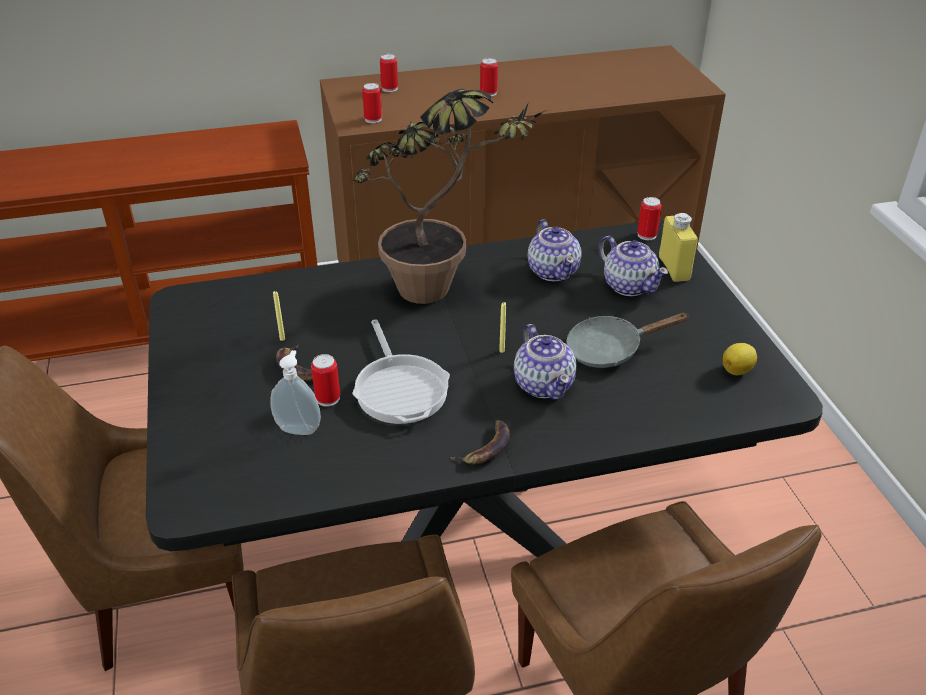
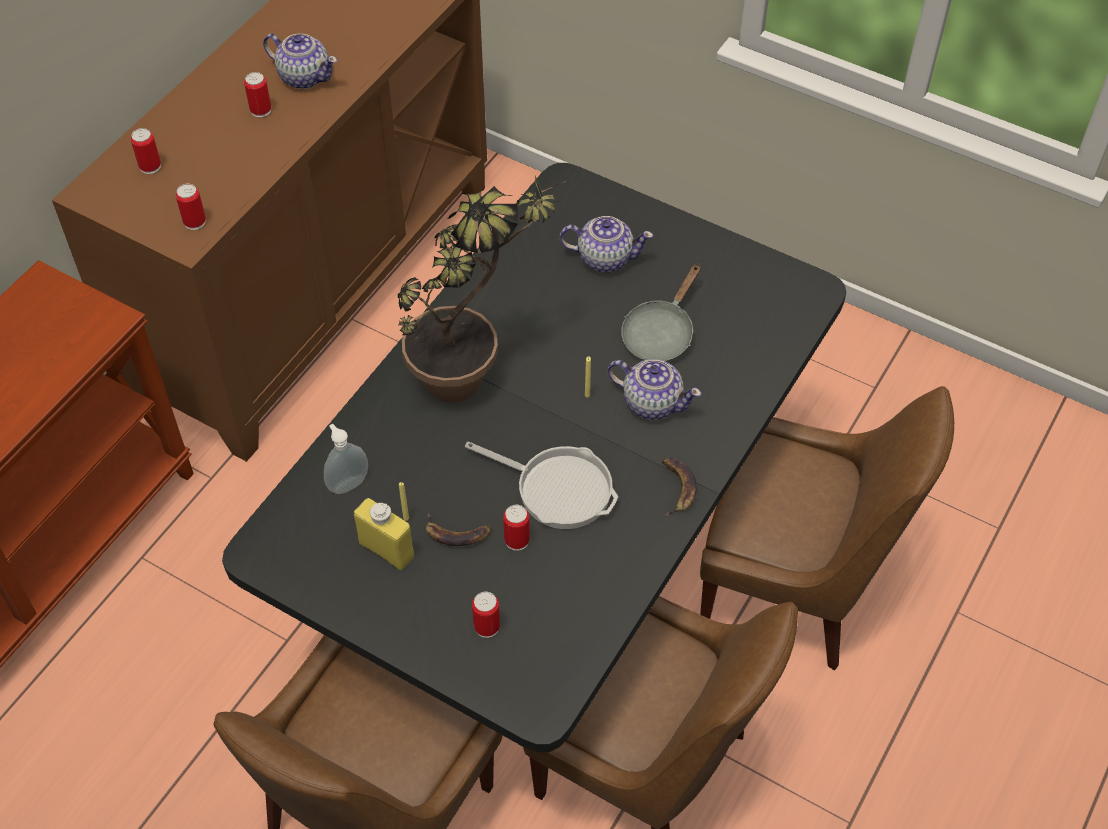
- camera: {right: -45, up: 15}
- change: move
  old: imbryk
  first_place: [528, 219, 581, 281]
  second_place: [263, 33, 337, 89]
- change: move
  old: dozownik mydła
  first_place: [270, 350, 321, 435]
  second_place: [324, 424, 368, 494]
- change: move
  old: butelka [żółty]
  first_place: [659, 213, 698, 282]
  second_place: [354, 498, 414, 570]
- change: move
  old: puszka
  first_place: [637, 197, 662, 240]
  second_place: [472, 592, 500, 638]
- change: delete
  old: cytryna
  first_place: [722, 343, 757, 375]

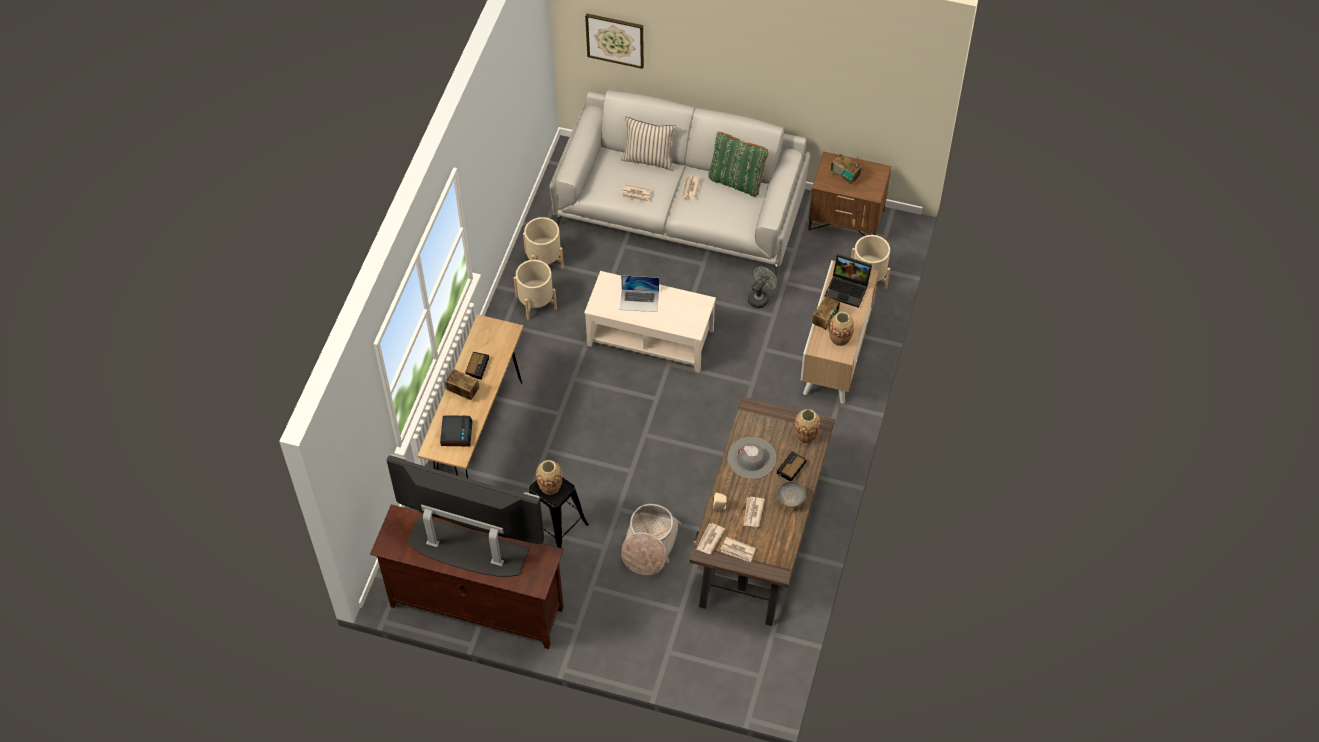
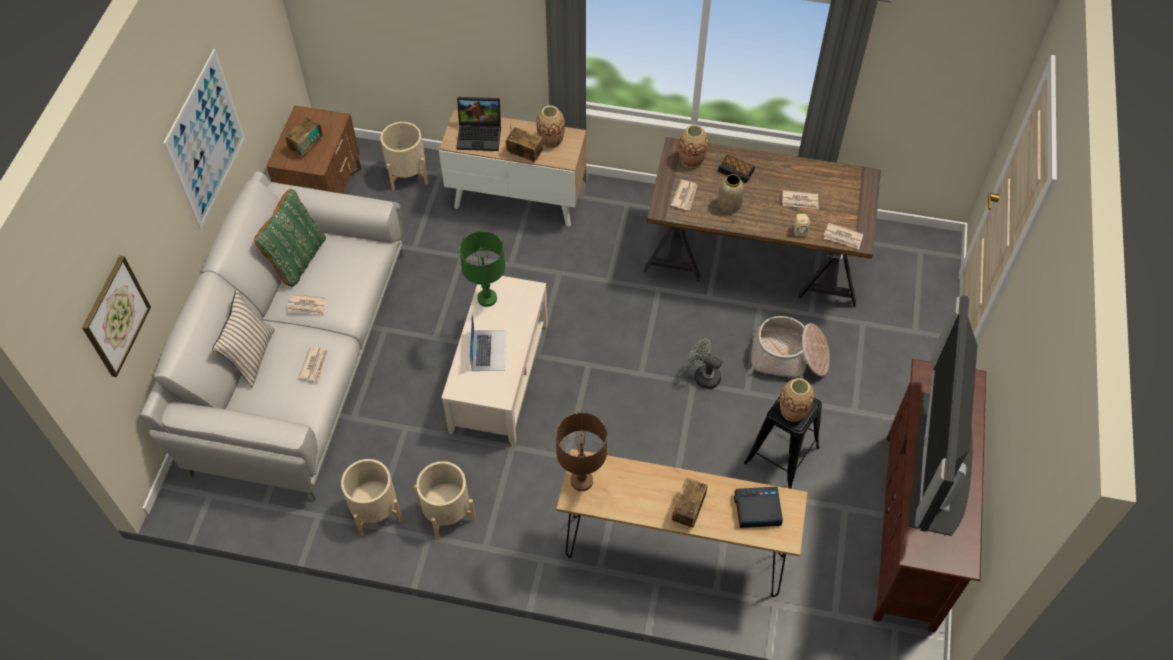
- camera: {right: -95, up: 0}
- change: insert
  new: obraz
  second_place: [163, 49, 245, 229]
- change: rotate
  old: laptop
  first_place: [824, 254, 872, 308]
  second_place: [456, 97, 501, 151]
  degrees: 75
- change: insert
  new: lampa stołowa [zielony]
  second_place: [459, 231, 505, 307]
- change: insert
  new: lampa stołowa [brązowy]
  second_place: [556, 412, 607, 491]
- change: move
  old: gazeta
  first_place: [721, 537, 756, 562]
  second_place: [671, 180, 698, 210]
- change: move
  old: wentylator [szary]
  first_place: [748, 267, 777, 308]
  second_place: [688, 338, 722, 389]
- change: replace
  old: kapelusz [szary]
  new: wazon
  first_place: [728, 437, 776, 479]
  second_place: [718, 174, 744, 213]
- change: delete
  old: budzik
  first_place: [465, 352, 489, 380]
- change: delete
  old: miska [szary]
  first_place: [777, 481, 806, 508]

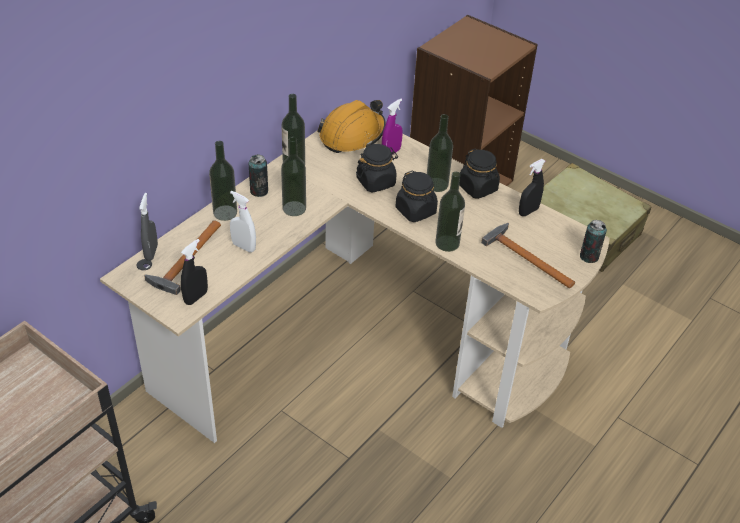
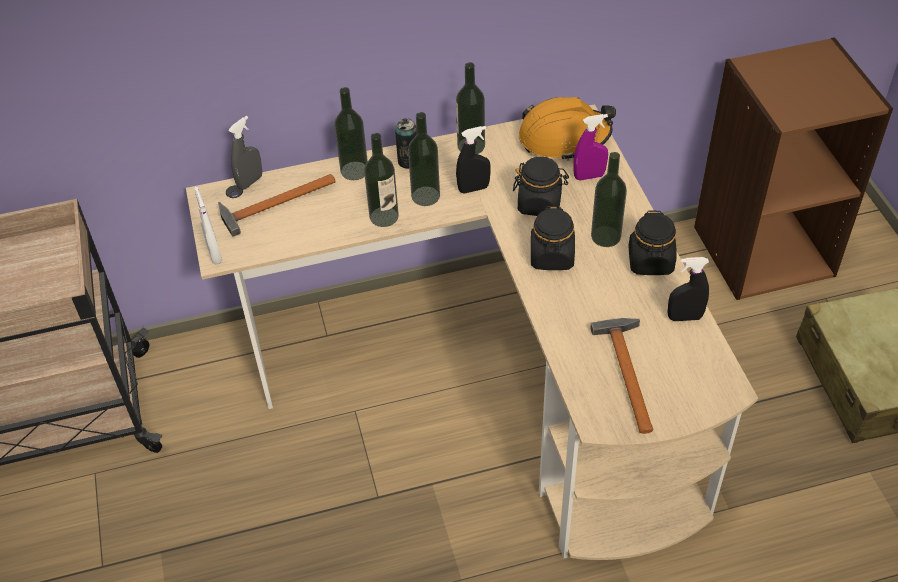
- camera: {right: 40, up: 5}
- change: move
  old: spryskiwacz [biały]
  first_place: [230, 191, 256, 253]
  second_place: [194, 187, 222, 264]
- change: move
  old: butelka
  first_place: [435, 172, 465, 252]
  second_place: [364, 133, 399, 227]
- change: move
  old: spryskiwacz [czarny]
  first_place: [181, 239, 208, 305]
  second_place: [456, 126, 491, 193]
- change: delete
  old: puszka
  first_place: [580, 220, 607, 263]

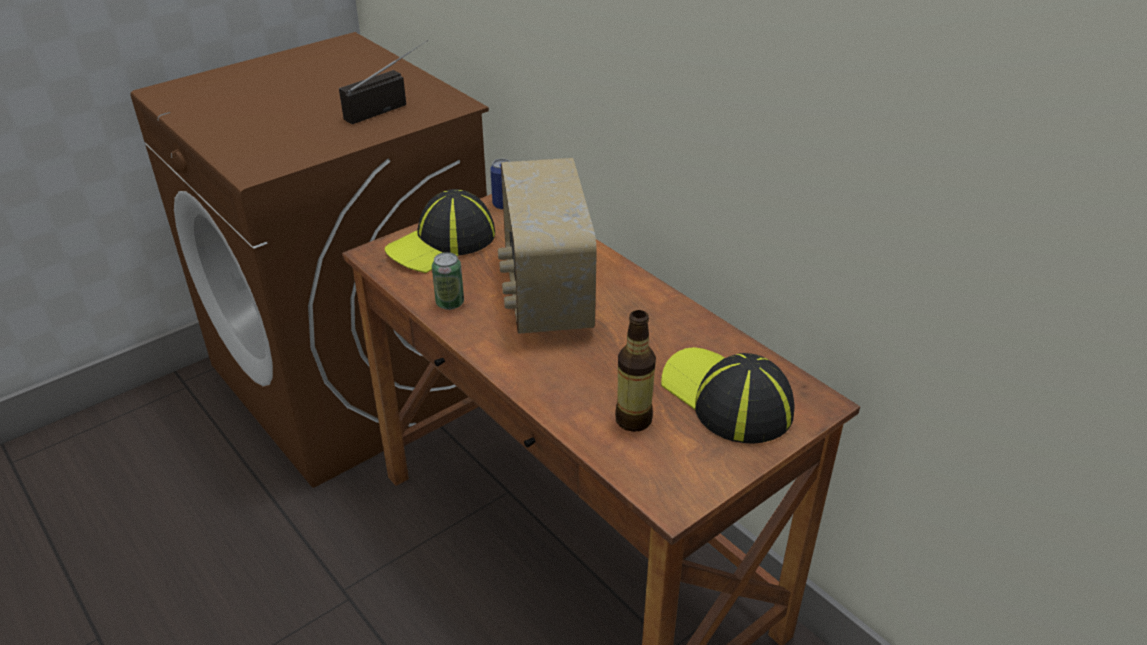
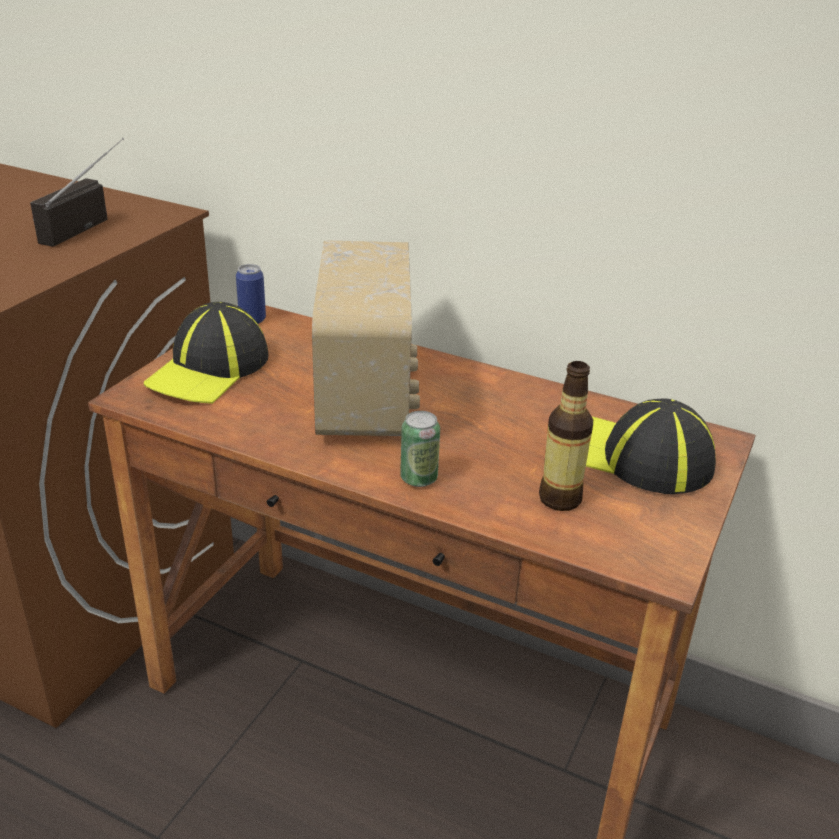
- camera: {right: -25, up: -5}
- change: rotate
  old: radio
  first_place: [498, 158, 597, 334]
  second_place: [312, 240, 420, 436]
  degrees: -150
- change: move
  old: puszka
  first_place: [432, 252, 464, 310]
  second_place: [400, 411, 440, 487]

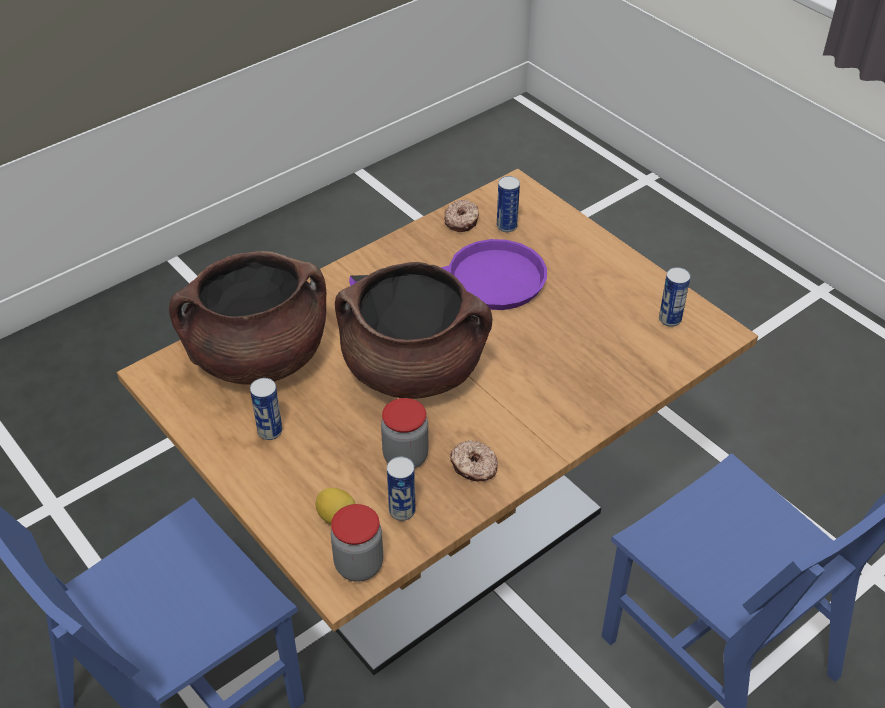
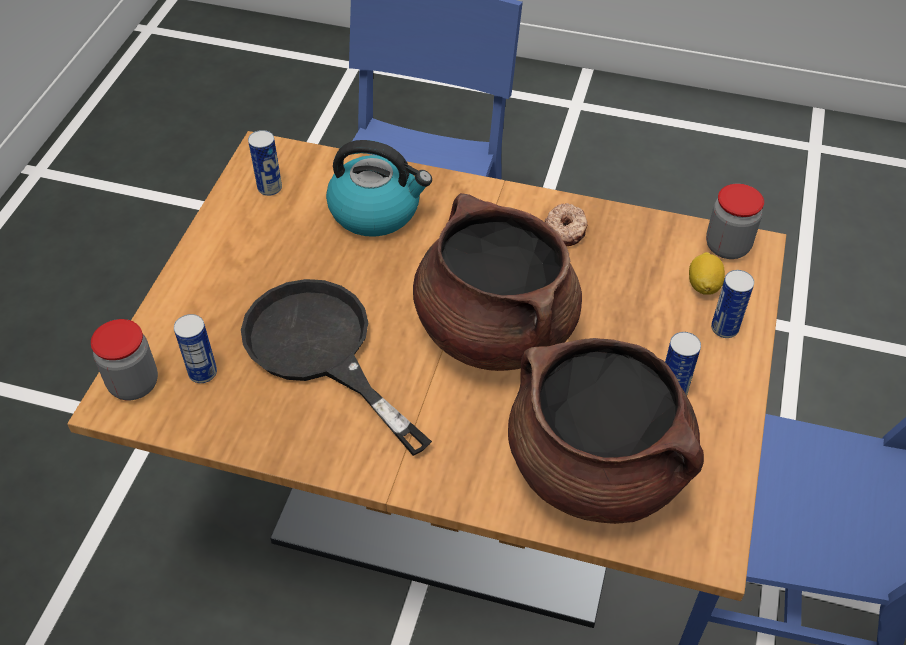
- camera: {right: -125, up: 5}
- change: move
  old: słoik
  first_place: [381, 398, 428, 469]
  second_place: [91, 319, 158, 400]
- change: recolor
  old: patelnia [fioletowy]
  new: patelnia [czarny]
  first_place: [349, 239, 547, 310]
  second_place: [241, 279, 432, 456]
- change: insert
  new: czajnik
  second_place: [326, 140, 432, 237]
- change: move
  old: puszka
  first_place: [387, 457, 416, 521]
  second_place: [711, 270, 754, 338]
- change: delete
  old: donut
  first_place: [444, 200, 479, 232]

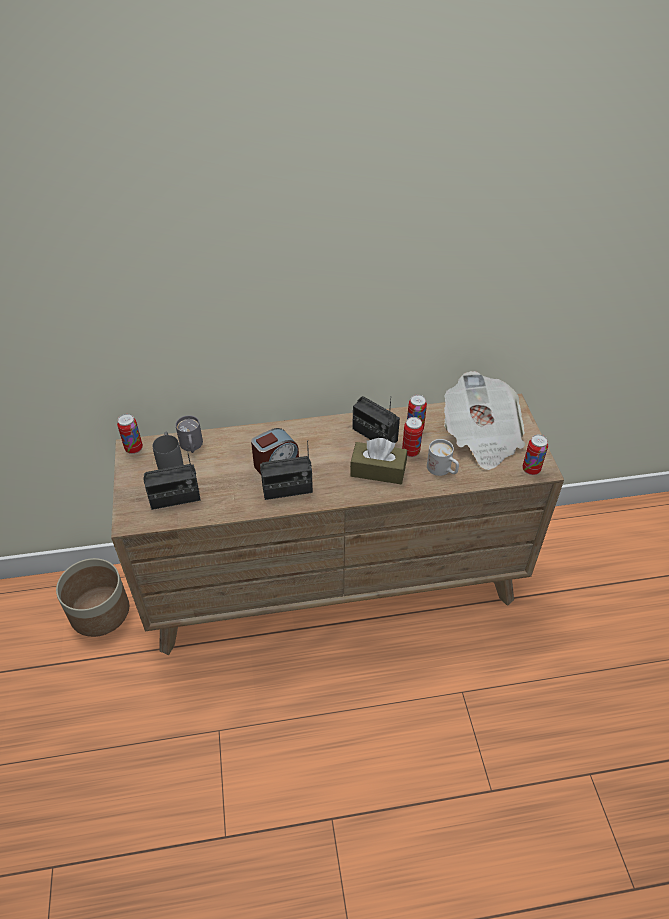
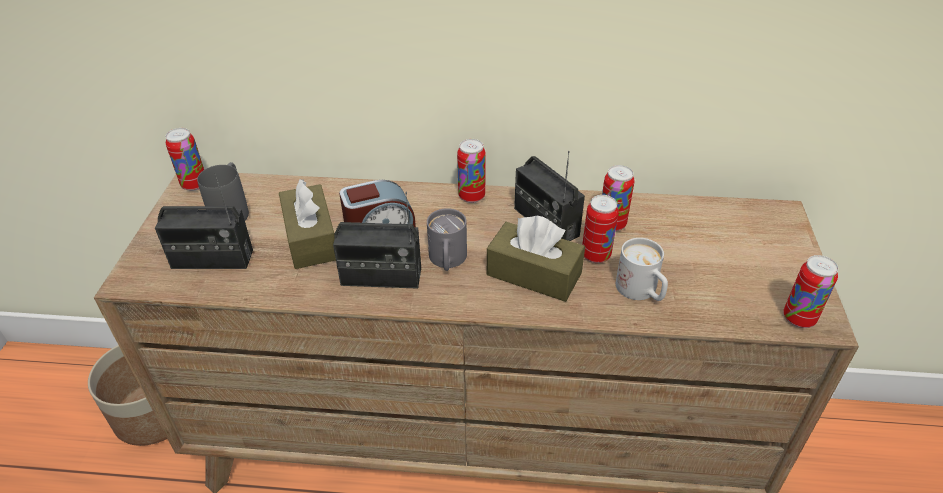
- camera: {right: 15, up: -5}
- change: insert
  new: pudełko chusteczek [brązowy]
  second_place: [279, 179, 336, 269]
- change: move
  old: kubek [szary]
  first_place: [175, 415, 203, 453]
  second_place: [427, 208, 467, 271]
- change: insert
  new: puszka
  second_place: [457, 139, 486, 203]
- change: delete
  old: gazeta
  first_place: [444, 371, 525, 470]

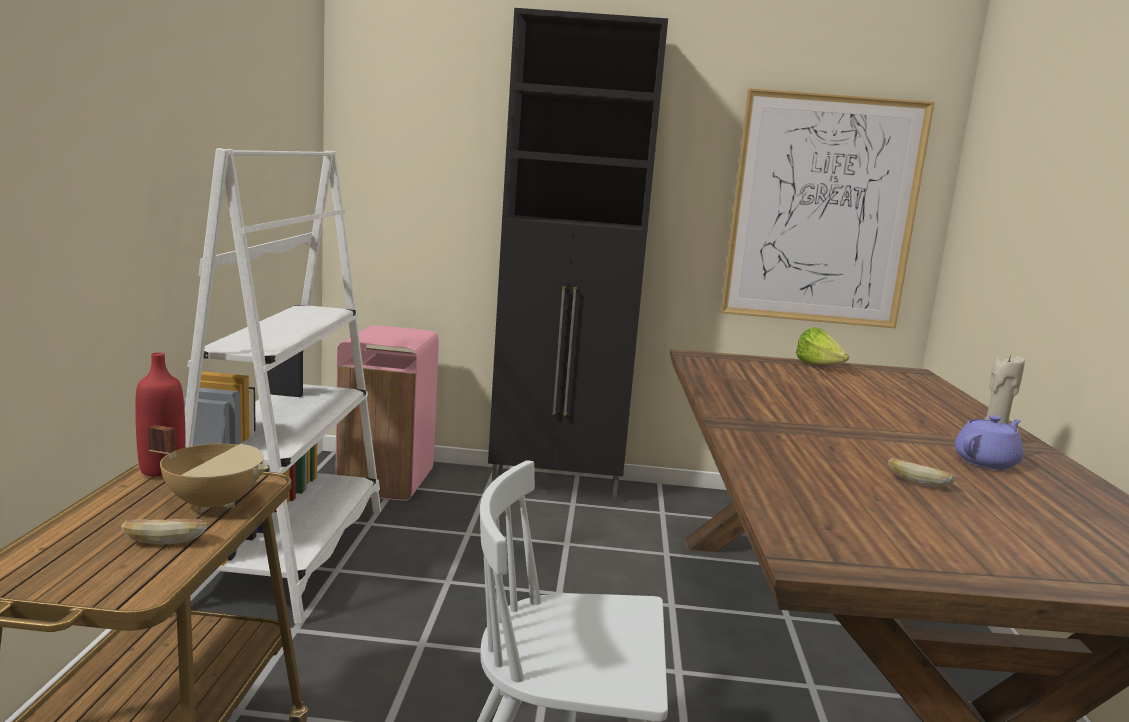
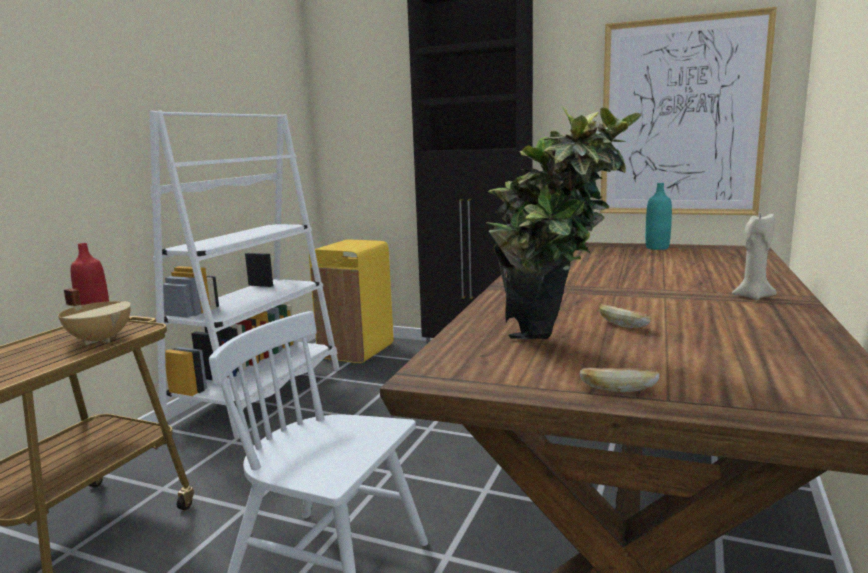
- camera: {right: 20, up: 0}
- change: recolor
  old: kosz na śmieci [różowy]
  new: kosz na śmieci [żółty]
  first_place: [335, 325, 439, 501]
  second_place: [309, 239, 393, 363]
- change: insert
  new: roślina doniczkowa
  second_place: [487, 107, 642, 339]
- change: move
  old: chleb
  first_place: [121, 519, 207, 544]
  second_place: [579, 368, 660, 392]
- change: replace
  old: sałata
  new: butelka [turkusowy]
  first_place: [796, 328, 849, 365]
  second_place: [645, 183, 672, 250]
- change: delete
  old: imbryk [fioletowy]
  first_place: [955, 415, 1023, 470]

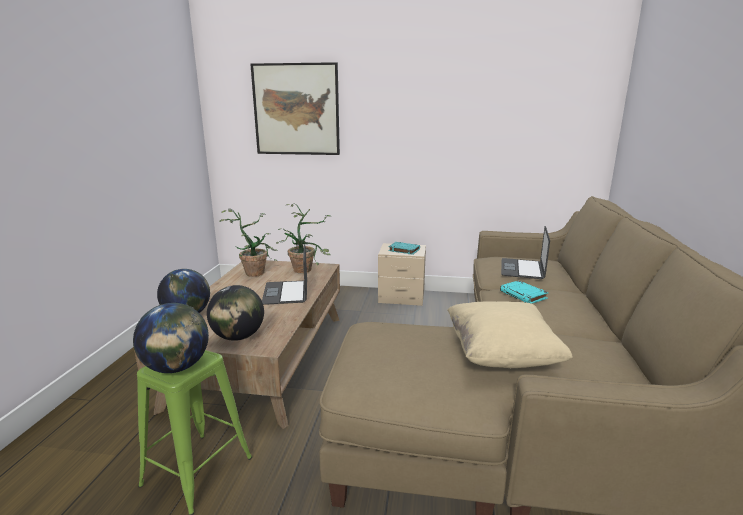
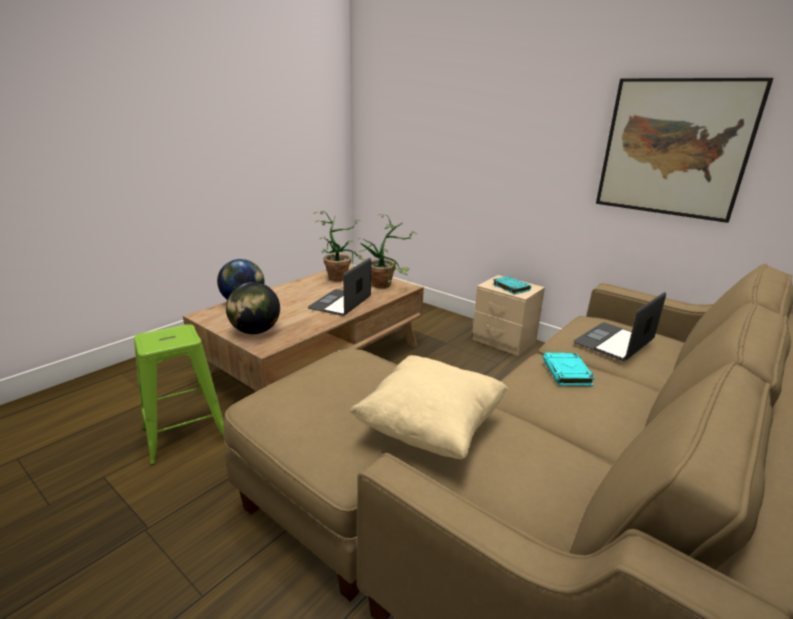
- camera: {right: 30, up: 5}
- change: move
  old: obraz
  first_place: [250, 62, 340, 155]
  second_place: [596, 78, 773, 223]
- change: delete
  old: globus
  first_place: [133, 303, 209, 373]

